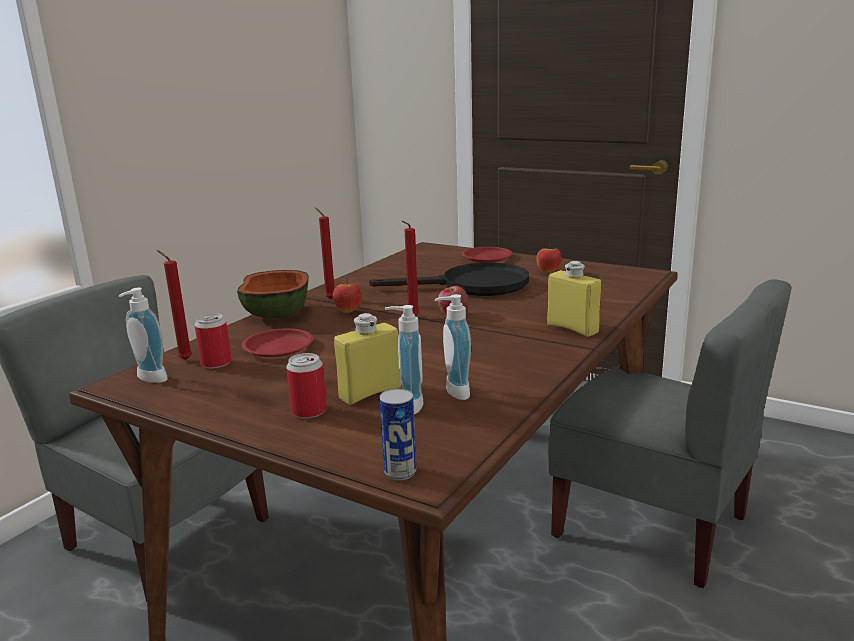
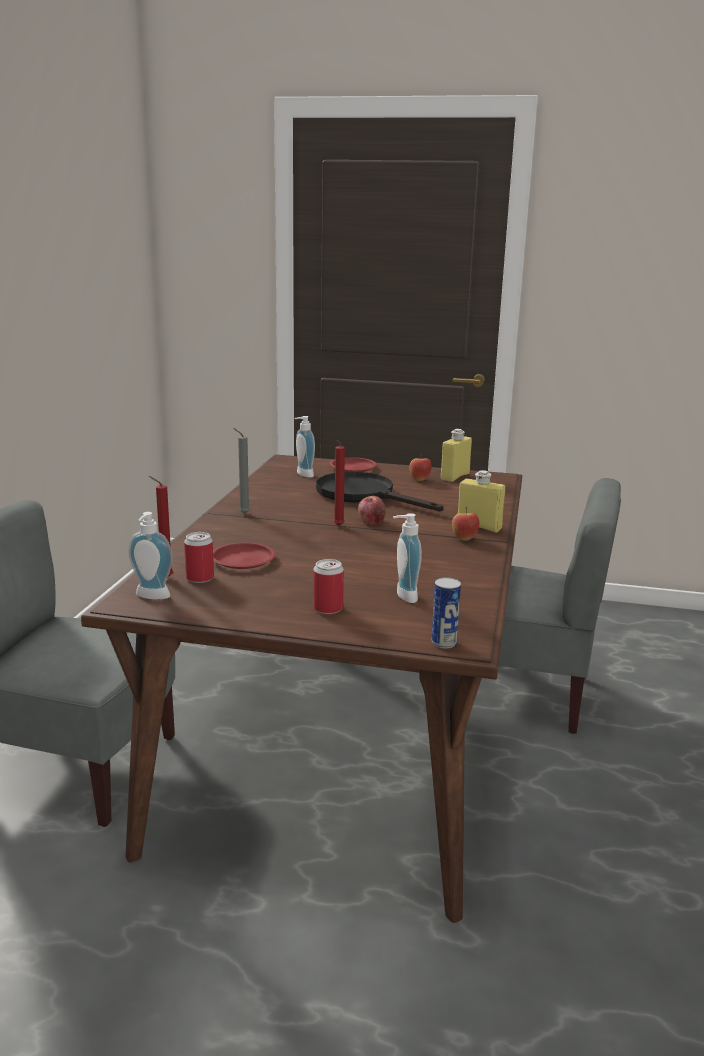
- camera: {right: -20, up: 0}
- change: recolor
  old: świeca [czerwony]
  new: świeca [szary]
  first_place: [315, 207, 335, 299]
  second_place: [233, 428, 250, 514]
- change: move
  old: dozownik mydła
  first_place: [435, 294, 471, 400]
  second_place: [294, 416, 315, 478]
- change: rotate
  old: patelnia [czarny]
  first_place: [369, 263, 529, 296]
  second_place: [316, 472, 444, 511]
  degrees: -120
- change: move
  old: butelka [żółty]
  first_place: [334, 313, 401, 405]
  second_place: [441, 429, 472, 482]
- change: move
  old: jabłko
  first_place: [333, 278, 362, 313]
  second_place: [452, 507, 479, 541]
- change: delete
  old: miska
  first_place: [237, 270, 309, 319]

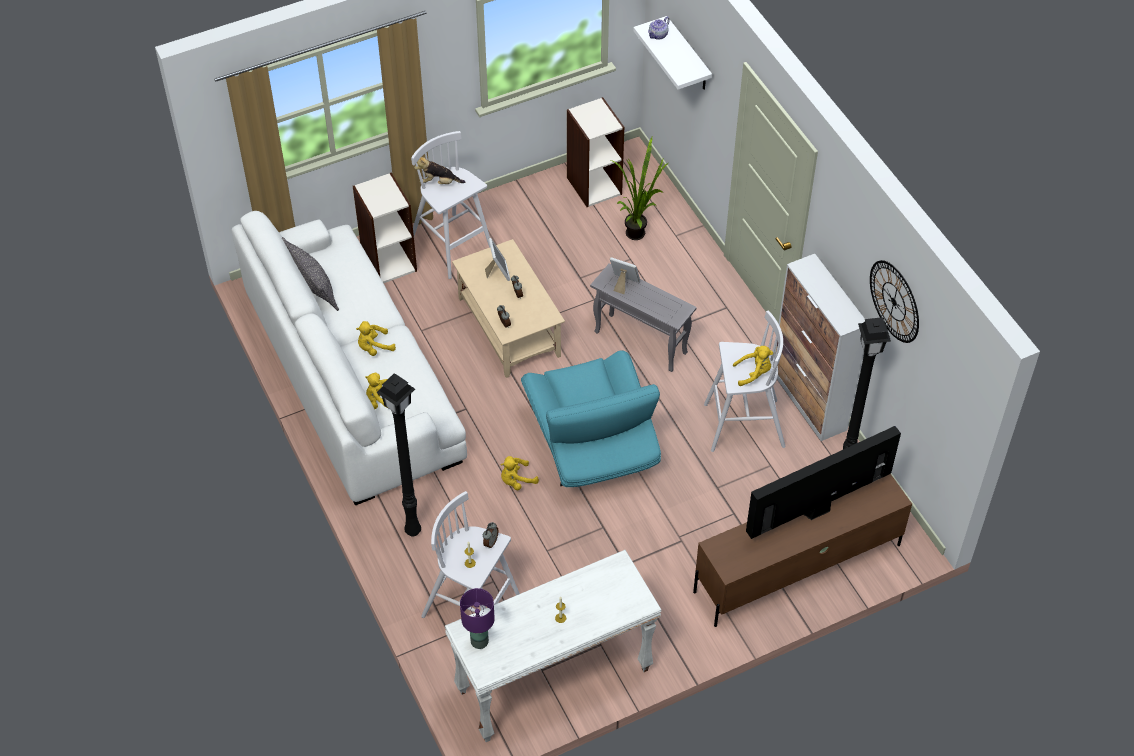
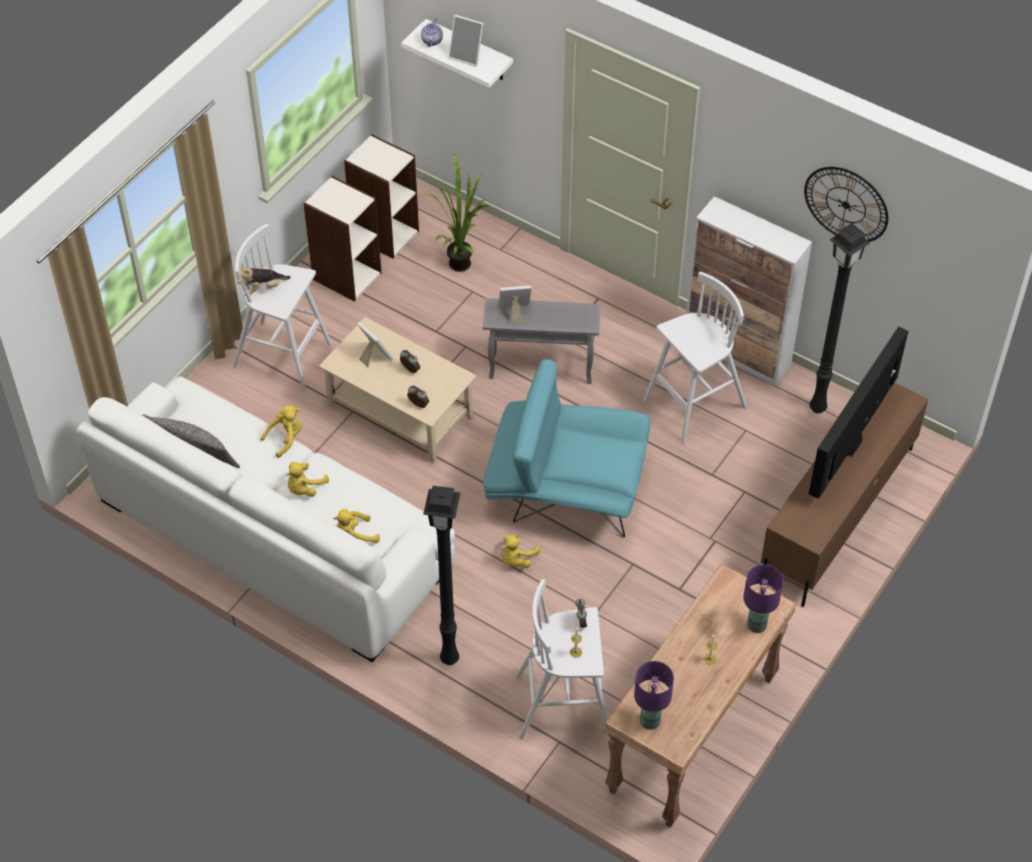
- camera: {right: -30, up: 0}
- change: move
  old: pluszak [żółty]
  first_place: [733, 346, 773, 386]
  second_place: [261, 405, 302, 458]
- change: move
  old: regał
  first_place: [353, 173, 417, 283]
  second_place: [303, 176, 382, 302]
- change: insert
  new: ramka na zdjęcie
  second_place: [448, 15, 484, 67]
- change: rotate
  old: fotel [turkusowy]
  first_place: [521, 350, 661, 487]
  second_place: [483, 359, 651, 537]
  degrees: 150
- change: recolor
  old: stolik konsolowy [biały]
  new: stolik konsolowy [brązowy]
  first_place: [445, 550, 661, 742]
  second_place: [604, 564, 796, 828]
- change: insert
  new: lampa stołowa [fioletowy]
  second_place: [744, 564, 783, 633]

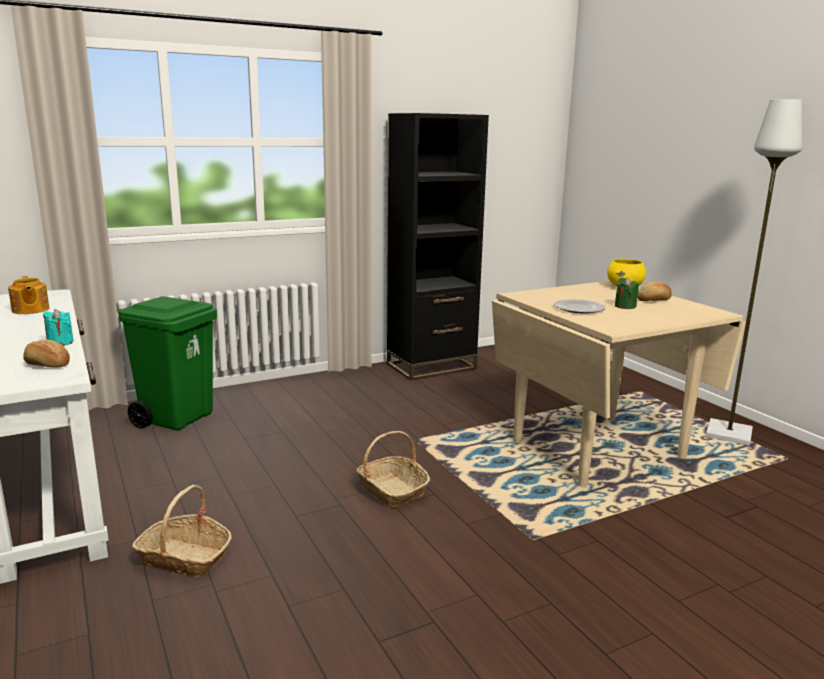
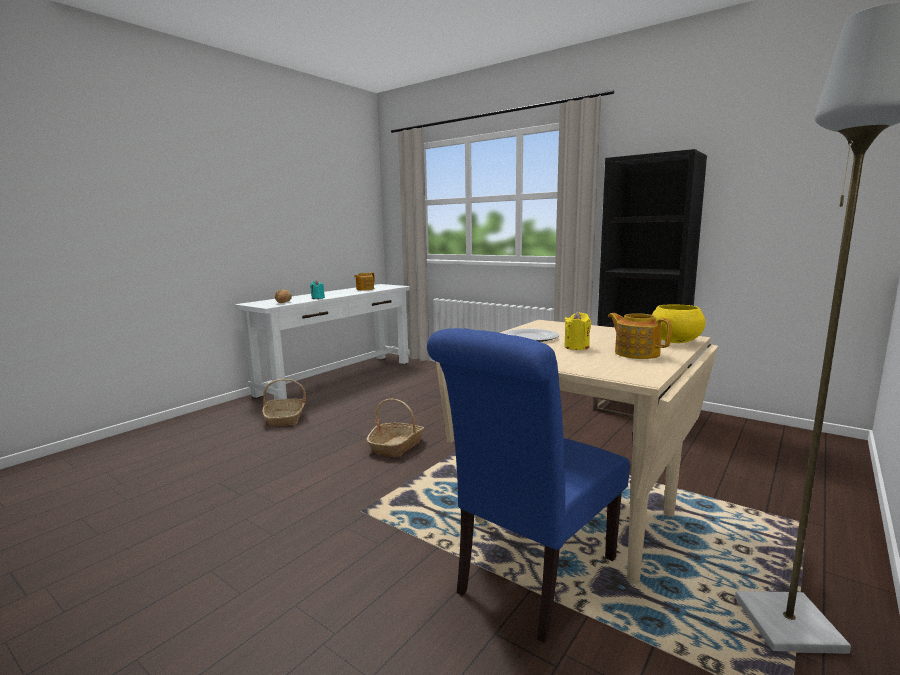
- camera: {right: 65, up: -5}
- change: insert
  new: krzesło [niebieski]
  second_place: [427, 328, 630, 643]
- change: recolor
  old: świeca [zielony]
  new: świeca [żółty]
  first_place: [615, 277, 639, 309]
  second_place: [564, 311, 591, 350]
- change: replace
  old: chleb
  new: imbryk
  first_place: [637, 282, 672, 301]
  second_place: [608, 313, 672, 359]
- change: delete
  old: kosz na śmieci [zielony]
  first_place: [117, 296, 217, 430]

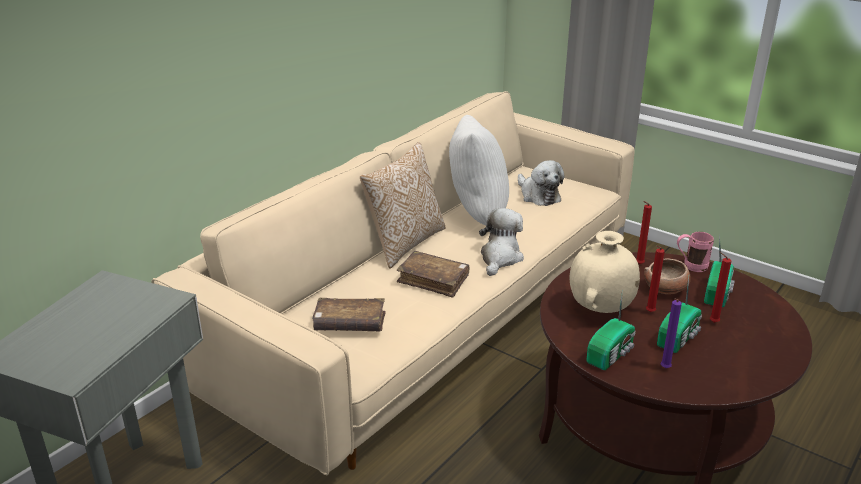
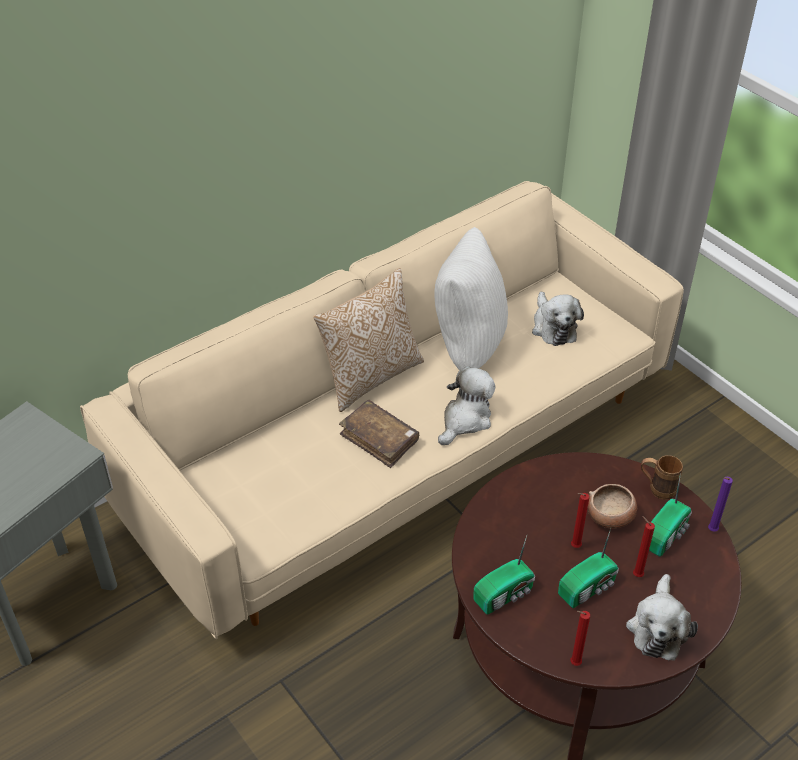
- camera: {right: 15, up: 15}
- change: move
  old: świeca [czerwony]
  first_place: [636, 201, 652, 264]
  second_place: [570, 611, 590, 666]
- change: insert
  new: pluszak
  second_place: [626, 574, 698, 661]
- change: recolor
  old: kubek [różowy]
  new: kubek [brązowy]
  first_place: [677, 232, 714, 272]
  second_place: [641, 455, 683, 500]
- change: move
  old: świeca [fioletowy]
  first_place: [660, 299, 682, 368]
  second_place: [708, 477, 733, 532]
- change: delete
  old: książka [brązowy]
  first_place: [312, 298, 386, 332]
- change: delete
  old: wazon [beżowy]
  first_place: [570, 231, 640, 313]

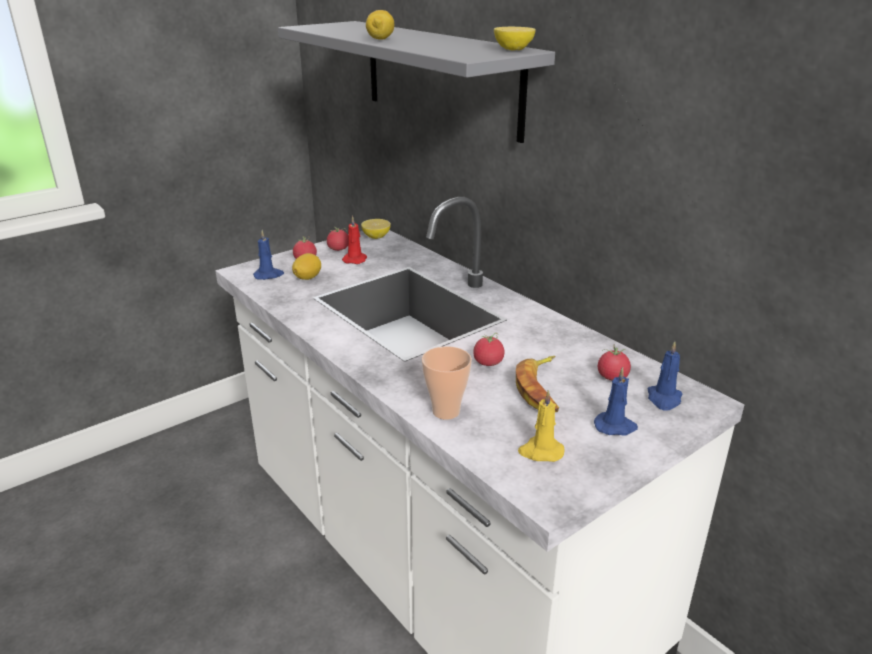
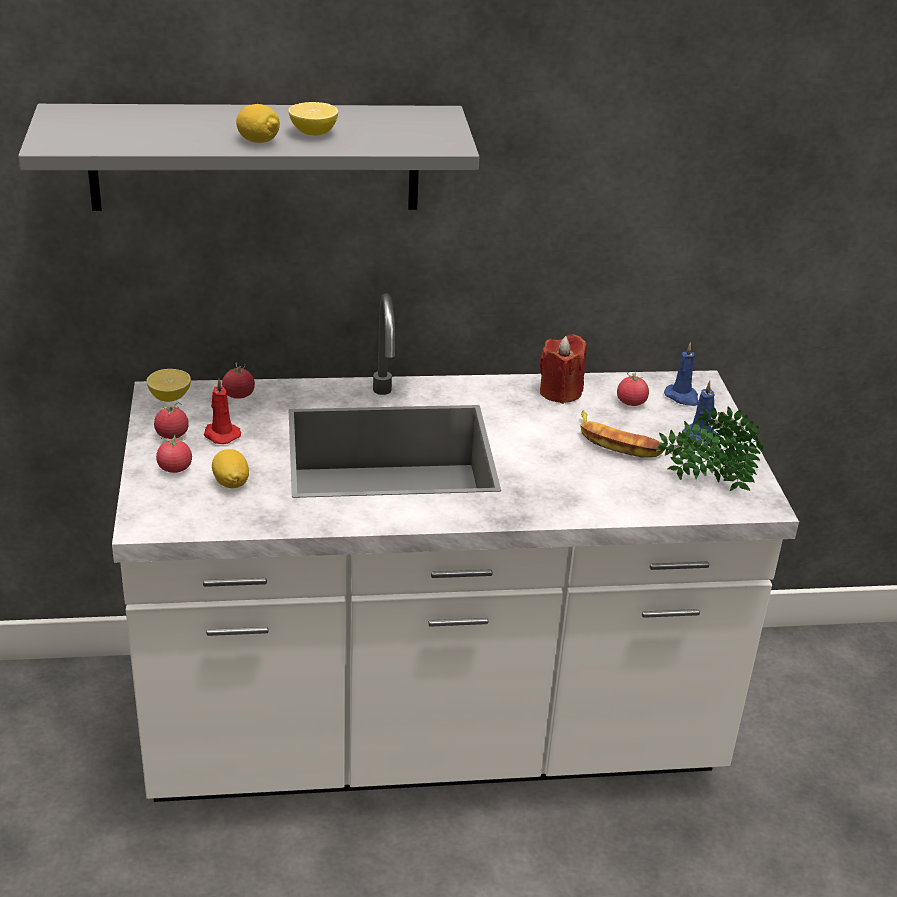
- camera: {right: -60, up: 5}
- change: move
  old: pomidor
  first_place: [473, 333, 505, 366]
  second_place: [222, 363, 255, 399]
- change: move
  old: cytryna
  first_place: [494, 27, 536, 50]
  second_place: [288, 102, 338, 136]
- change: insert
  new: świeca [czerwony]
  second_place: [539, 335, 587, 404]
- change: replace
  old: świeca [żółty]
  new: roślina doniczkowa
  first_place: [518, 390, 565, 462]
  second_place: [656, 407, 763, 491]
- change: delete
  old: świeca [niebieski]
  first_place: [253, 230, 284, 280]
- change: delete
  old: filiżanka
  first_place: [422, 346, 472, 420]

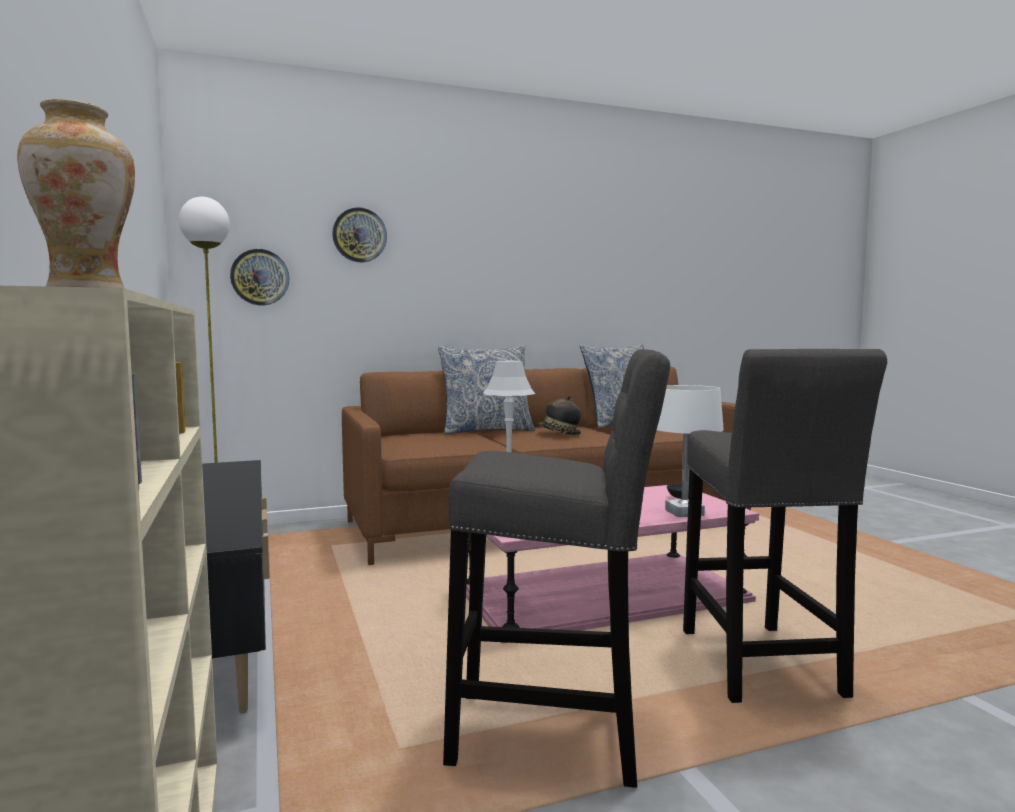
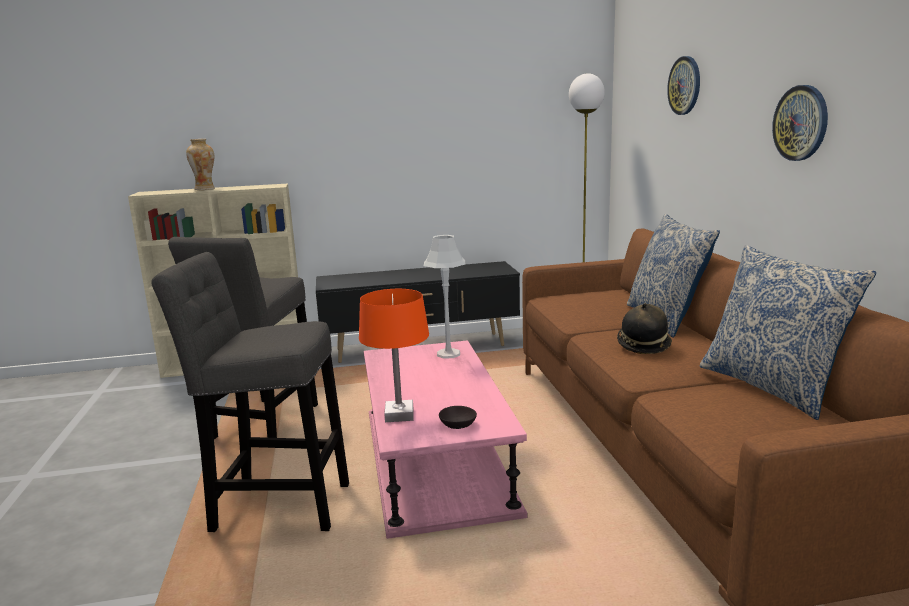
- camera: {right: 100, up: 10}
- change: recolor
  old: lampa stołowa [biały]
  new: lampa stołowa [pomarańczowy]
  first_place: [657, 385, 724, 517]
  second_place: [359, 289, 429, 422]
- change: move
  old: zegar ścienny
  first_place: [230, 249, 289, 305]
  second_place: [772, 85, 828, 161]

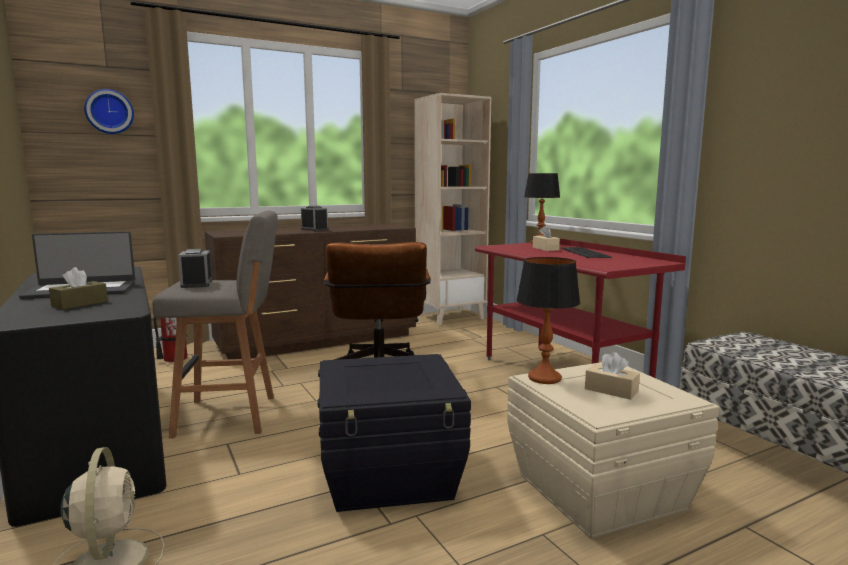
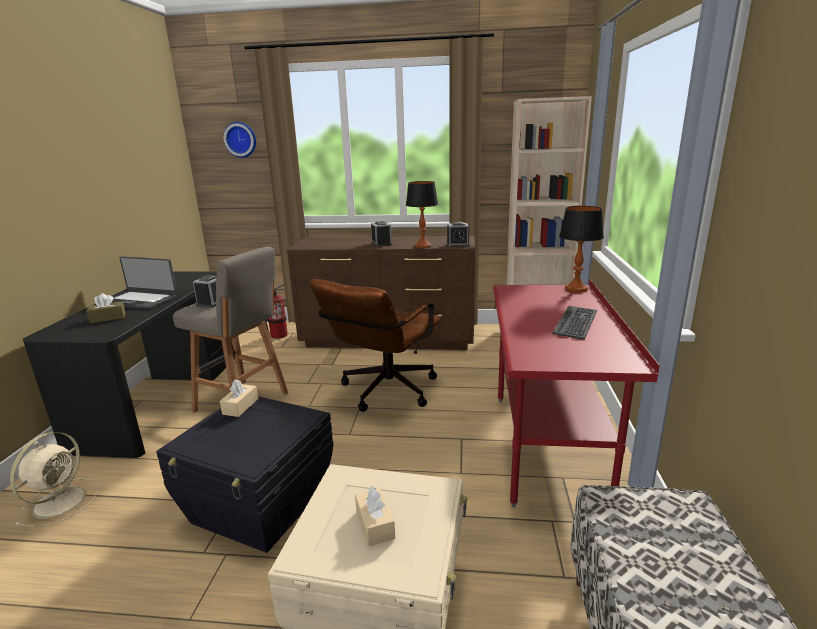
- camera: {right: 35, up: 10}
- change: move
  old: pudełko chusteczek [beżowy]
  first_place: [533, 225, 560, 251]
  second_place: [220, 379, 258, 417]
- change: move
  old: lampa stołowa
  first_place: [516, 257, 580, 384]
  second_place: [406, 181, 438, 248]
- change: insert
  new: budzik
  second_place: [446, 222, 470, 247]

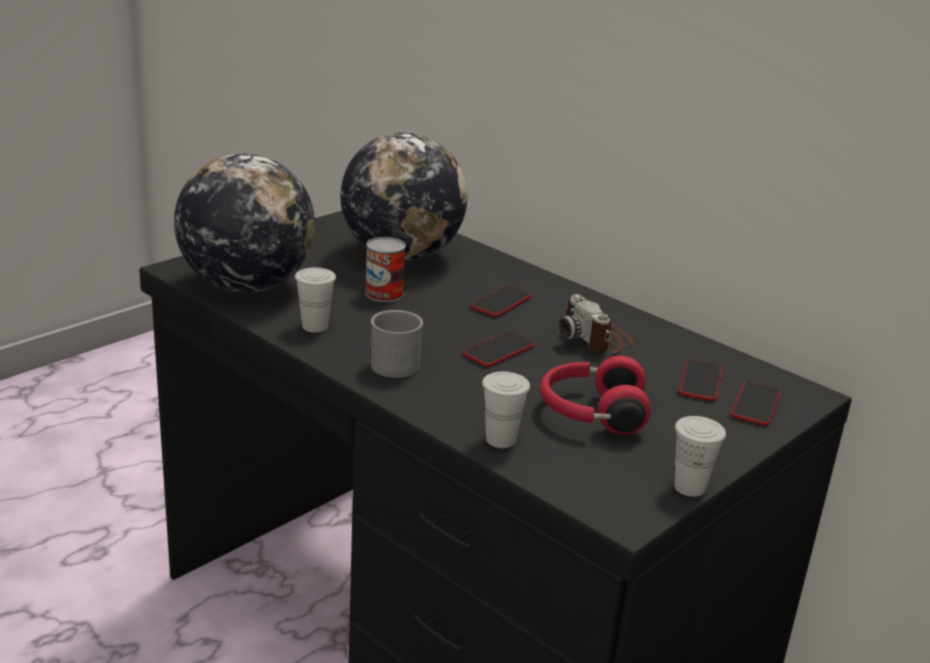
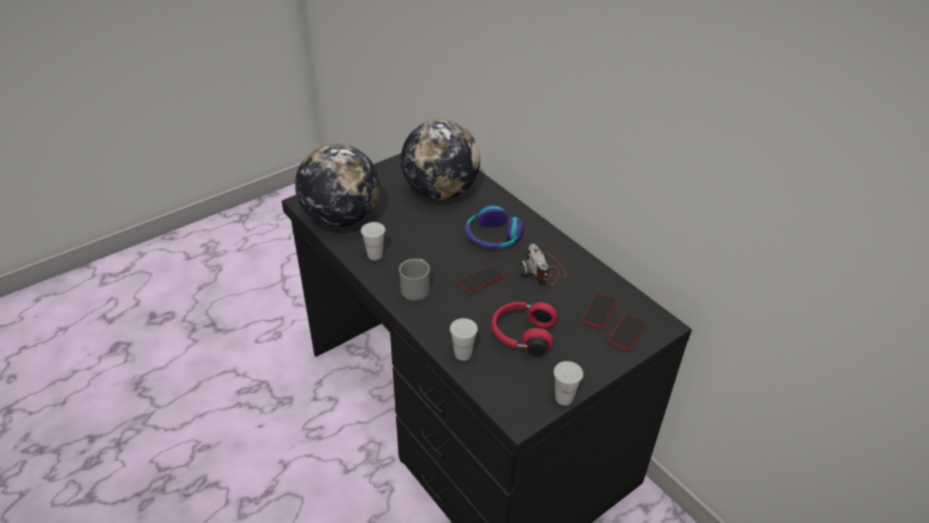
- camera: {right: 10, up: 15}
- change: replace
  old: telefon
  new: słuchawki
  first_place: [471, 285, 532, 317]
  second_place: [465, 205, 524, 249]
- change: delete
  old: puszka
  first_place: [365, 237, 406, 302]

